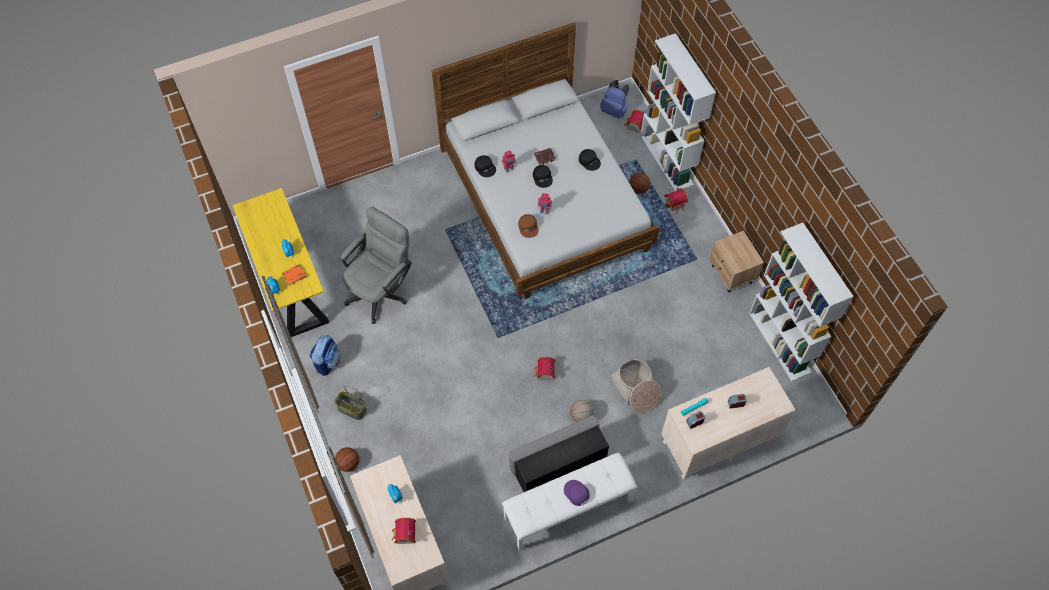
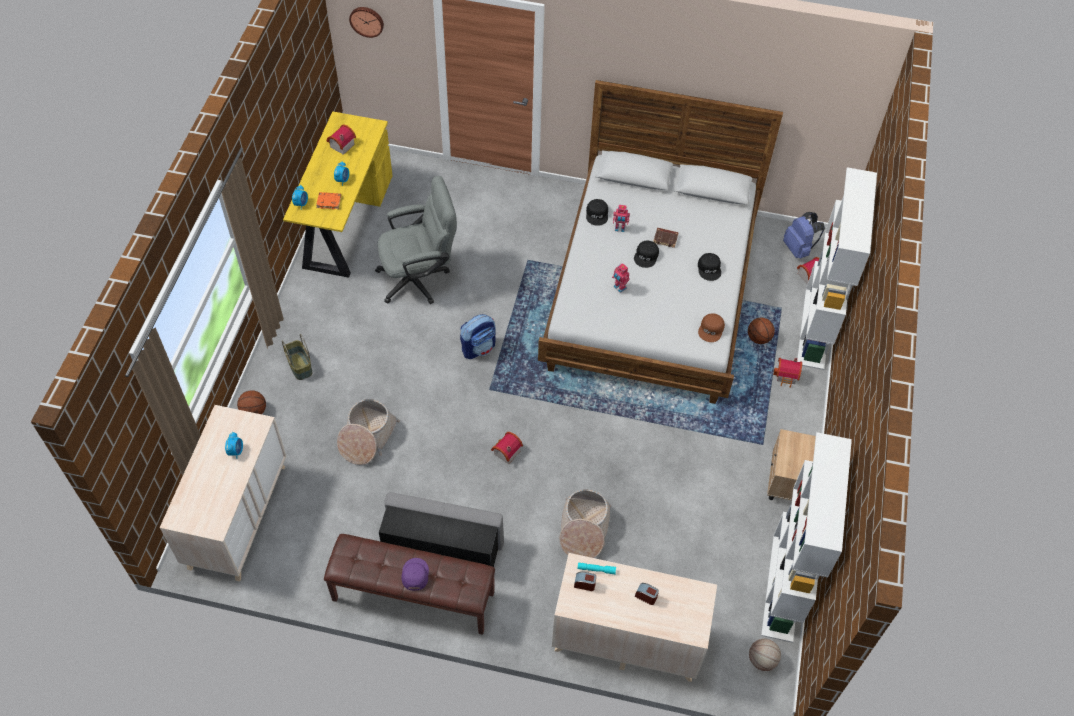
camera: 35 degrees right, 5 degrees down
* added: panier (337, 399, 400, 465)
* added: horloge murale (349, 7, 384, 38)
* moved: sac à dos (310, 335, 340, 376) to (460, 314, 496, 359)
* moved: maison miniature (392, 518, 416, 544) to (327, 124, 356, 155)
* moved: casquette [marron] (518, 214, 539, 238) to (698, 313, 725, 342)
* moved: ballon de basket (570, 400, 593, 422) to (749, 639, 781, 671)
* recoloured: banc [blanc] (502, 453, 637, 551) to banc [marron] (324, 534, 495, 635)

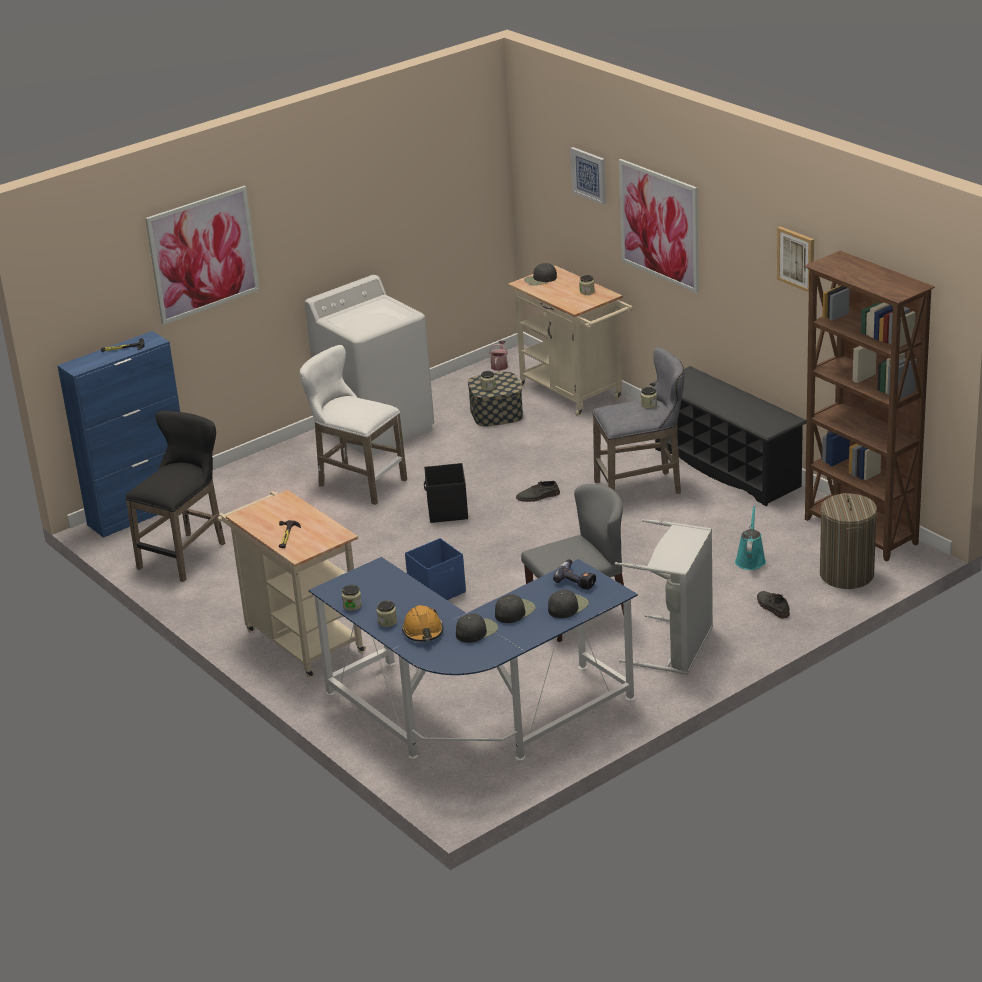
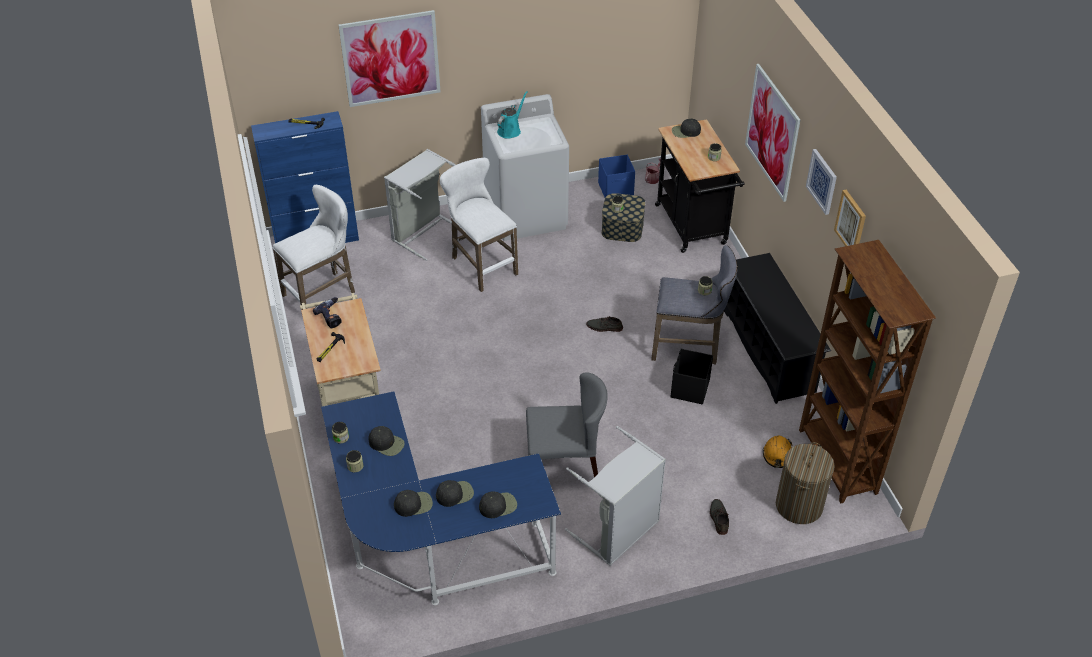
camera: 20 degrees right, 15 degrees up
* added: casquette [noir] (368, 426, 405, 456)
* added: panier à linge [gris] (384, 149, 456, 261)
* moved: casque de chantier [orange] (402, 605, 443, 642) to (763, 435, 792, 468)
* moved: boîte de rangement [bleu] (405, 538, 466, 600) to (598, 155, 635, 197)
* moved: boîte de rangement [noir] (424, 463, 468, 523) to (671, 349, 713, 404)
* moved: perceuse (553, 559, 596, 590) to (313, 297, 342, 329)
* moved: tableau (570, 147, 606, 205) to (806, 149, 837, 215)
* moved: arrosoir [turquoise] (735, 506, 766, 570) to (497, 91, 528, 139)
* recoloured: tabouret [noir] (125, 411, 225, 582) to tabouret [blanc] (273, 184, 355, 310)
* recoloured: chariot [beige] (508, 266, 633, 416) to chariot [noir] (655, 119, 744, 253)

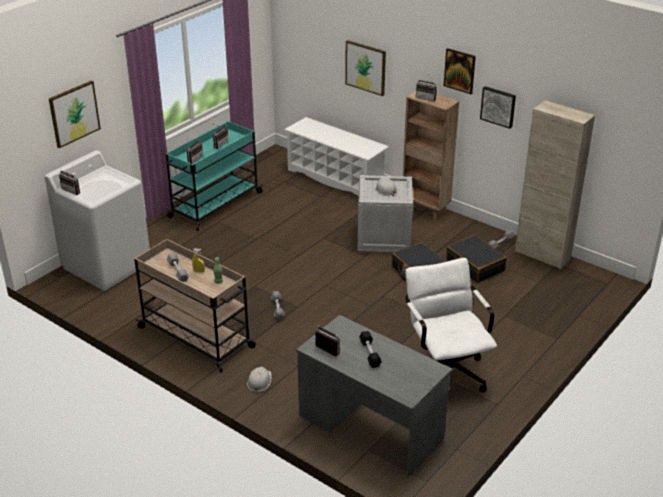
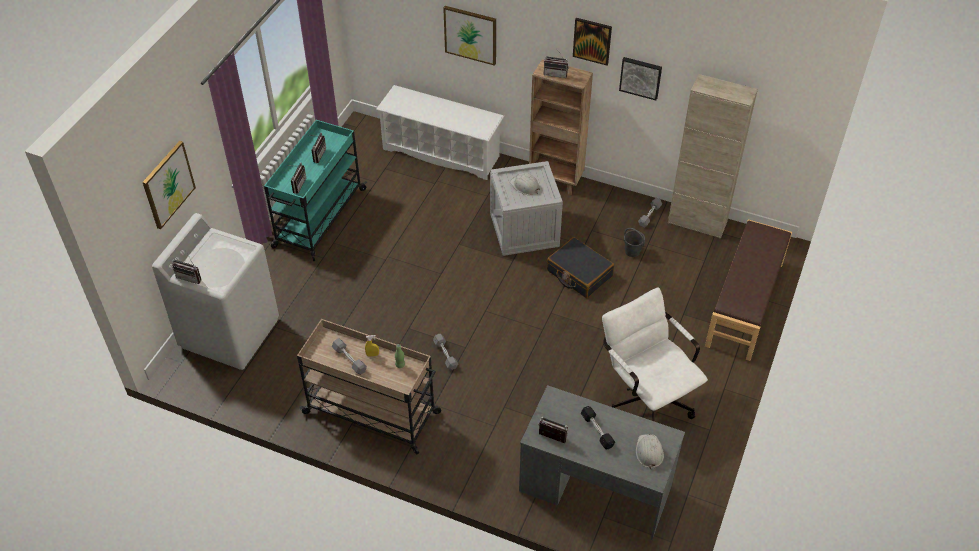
camera: 15 degrees left, 15 degrees up
* added: banc [marron] (705, 219, 792, 361)
* moved: casque de chantier [blanc] (247, 367, 272, 392) to (636, 434, 664, 470)
* replaced: valise [noir] (446, 235, 507, 283) to seau [gris] (624, 228, 645, 257)

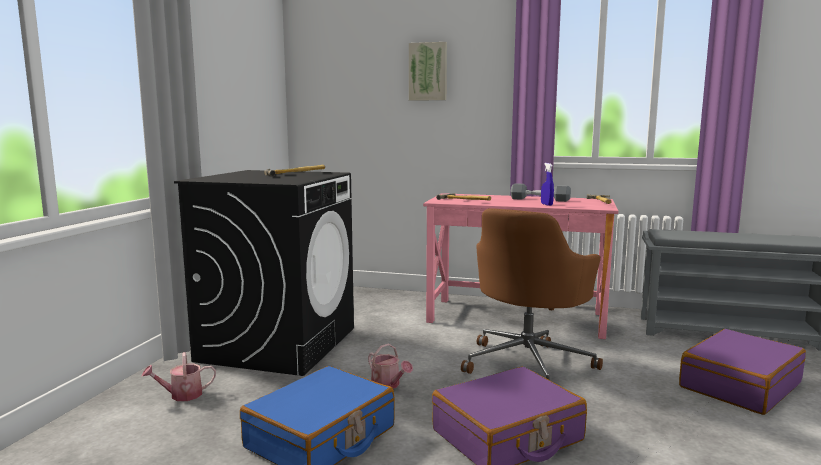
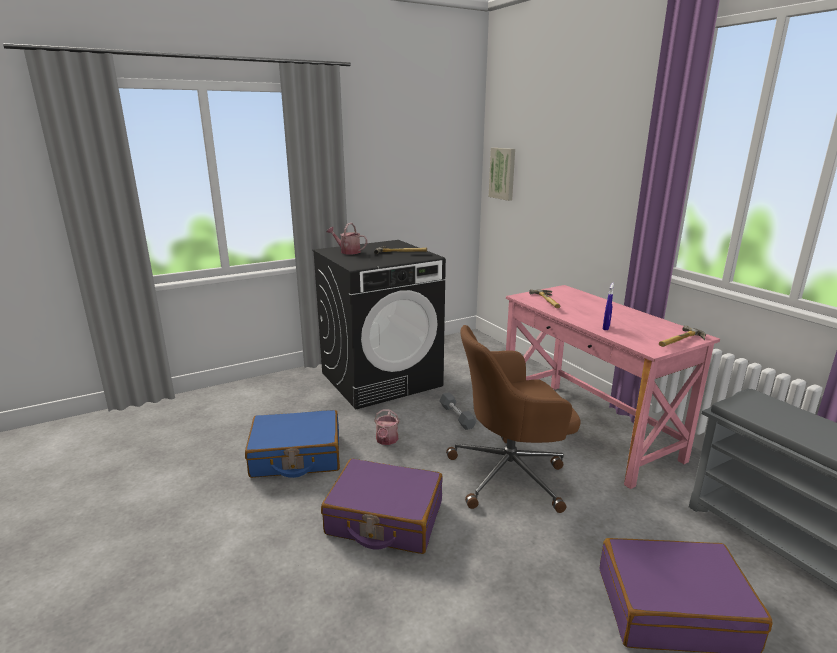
camera: 45 degrees right, 10 degrees up
* moved: arrosoir (141, 352, 216, 401) to (327, 223, 368, 255)
* moved: tableau (409, 42, 447, 101) to (489, 148, 515, 201)
* moved: haltère [gris] (510, 183, 571, 202) to (439, 392, 476, 430)

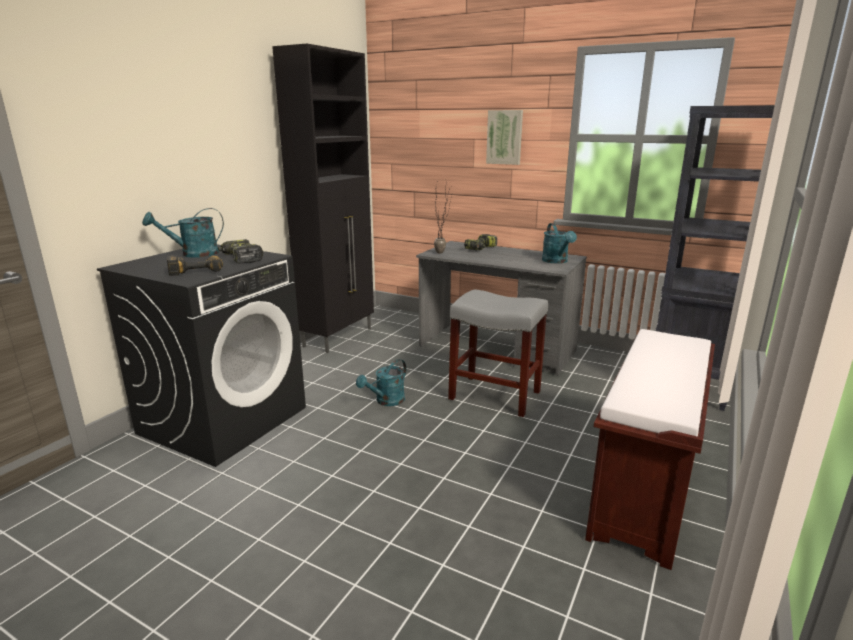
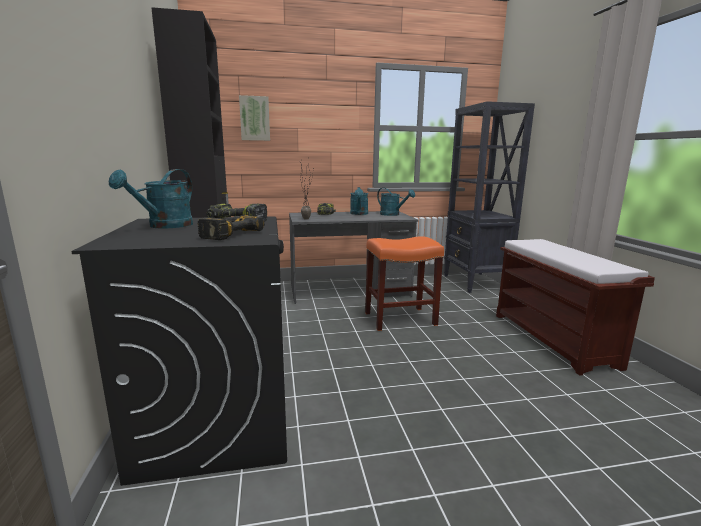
camera: 40 degrees left, 5 degrees down
* moved: arrosoir [turquoise] (356, 359, 406, 406) to (350, 187, 368, 215)
* moved: tableau (486, 110, 523, 165) to (239, 95, 270, 141)
* recoloured: tabouret [gris] (448, 290, 548, 418) to tabouret [orange] (365, 236, 444, 331)

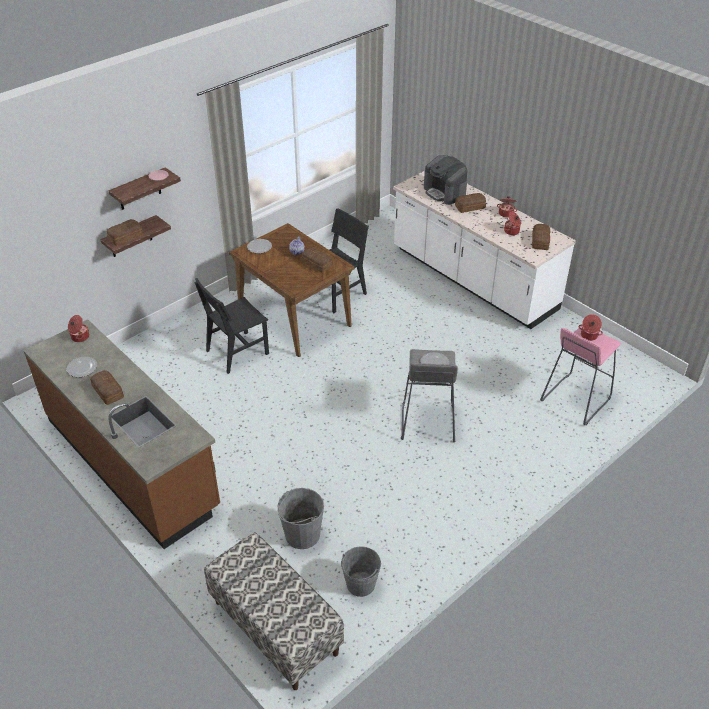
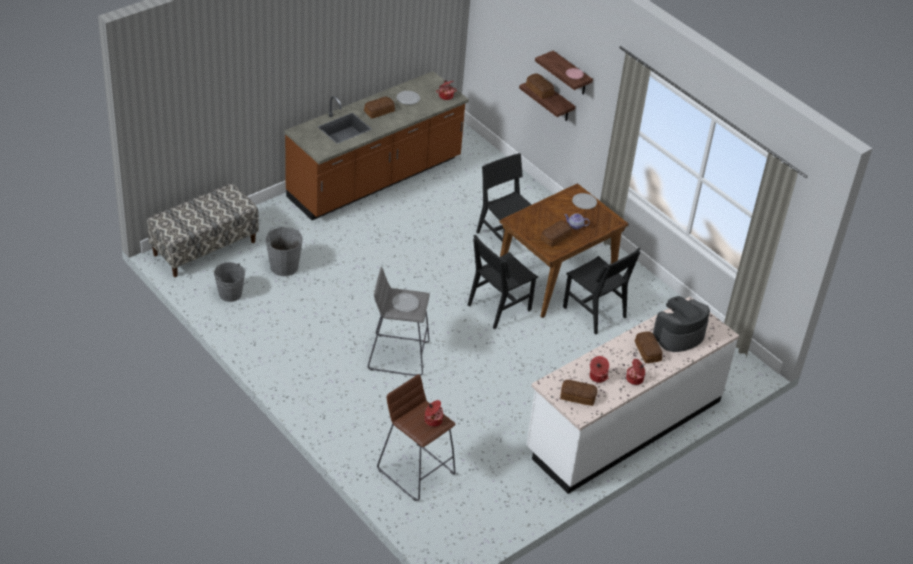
camera: 90 degrees right, 0 degrees up
* added: chaise [noir] (468, 234, 538, 329)
* recoloured: tabouret [rose] (540, 326, 621, 425) to tabouret [marron] (377, 374, 456, 501)

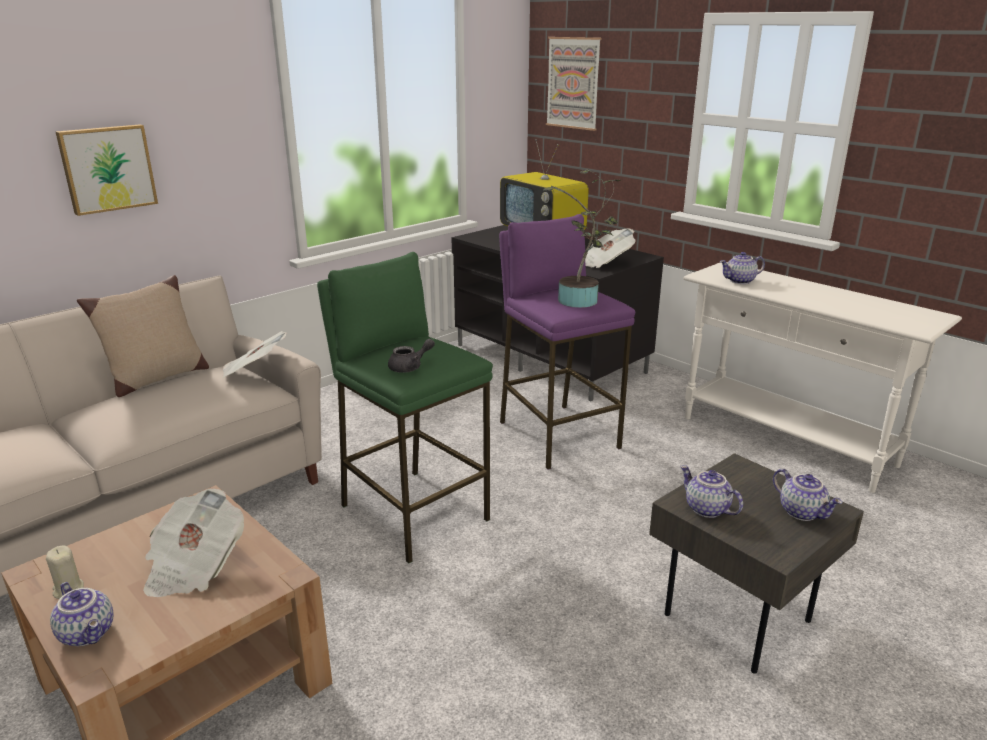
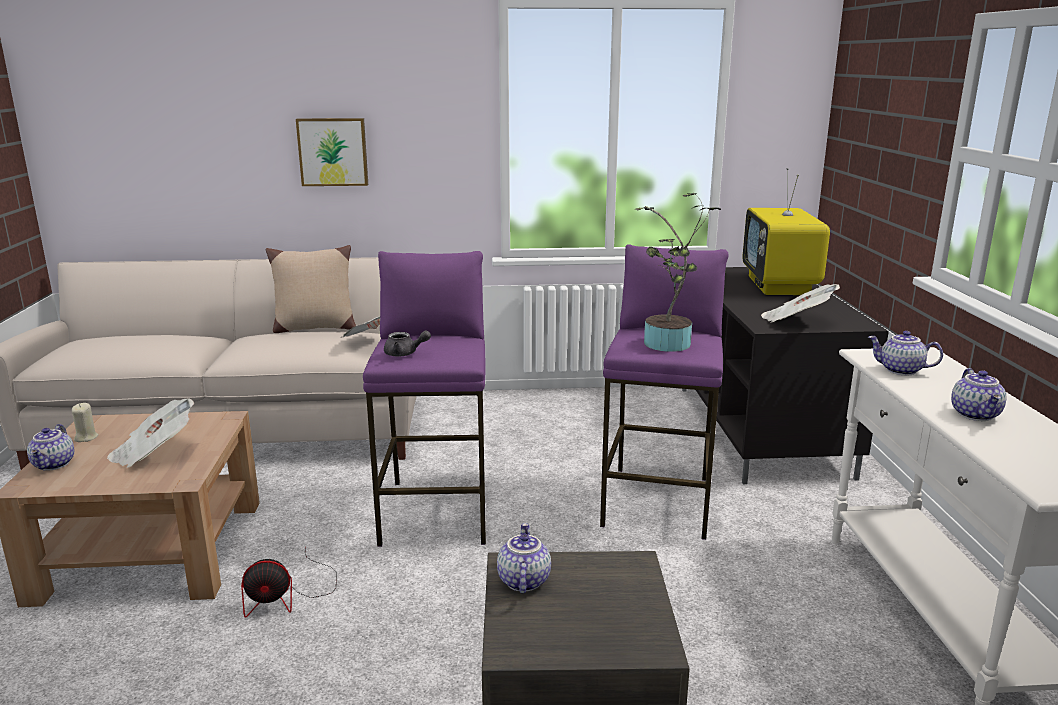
camera: 40 degrees right, 5 degrees down
* removed: tableau (546, 37, 601, 131)
* added: ventilateur (241, 547, 337, 618)
* moved: théière (773, 468, 842, 521) to (951, 368, 1006, 421)
* recoloured: tabouret [vert] (317, 252, 493, 563) to tabouret [violet] (363, 251, 486, 547)

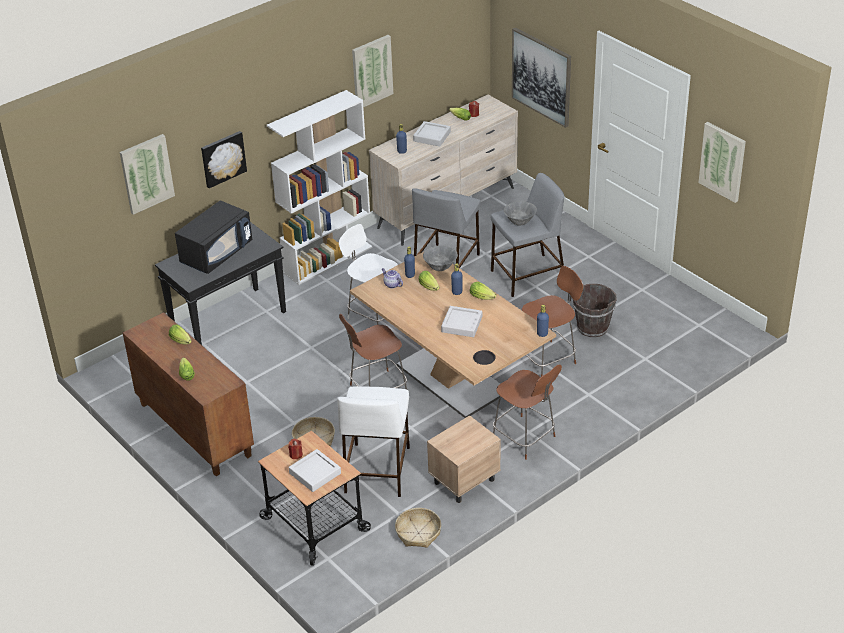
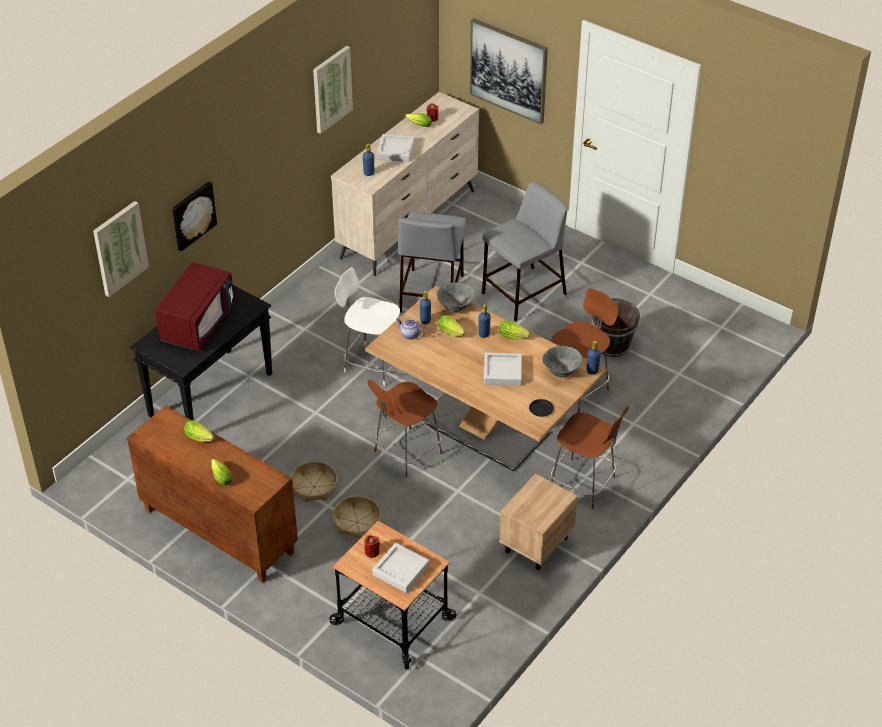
camera: 15 degrees left, 5 degrees up
* removed: bibliothèque [blanc] (267, 90, 372, 285)
* removed: tabouret [blanc] (337, 387, 410, 497)
* removed: tableau (698, 122, 746, 203)
* moved: panier (395, 508, 441, 548) to (290, 461, 337, 502)
* moved: bol [gris] (504, 201, 537, 225) to (542, 346, 582, 377)
* recoloured: micro-ondes [noir] (175, 200, 252, 274) to micro-ondes [rouge] (155, 262, 235, 351)

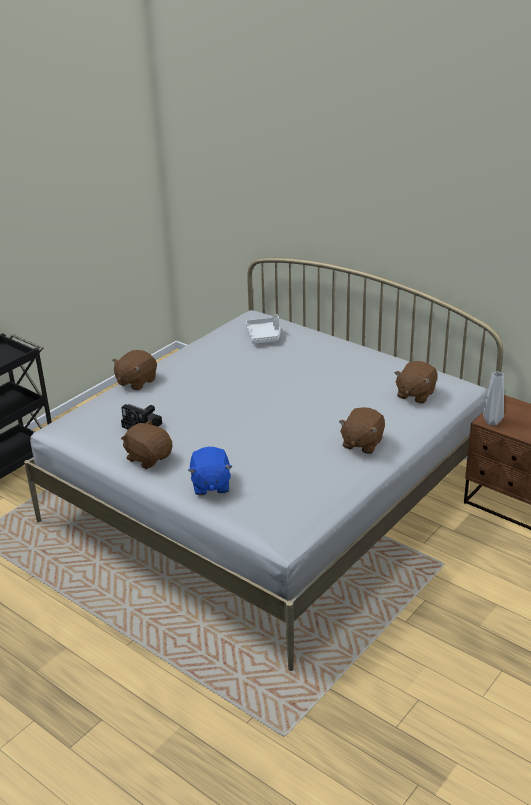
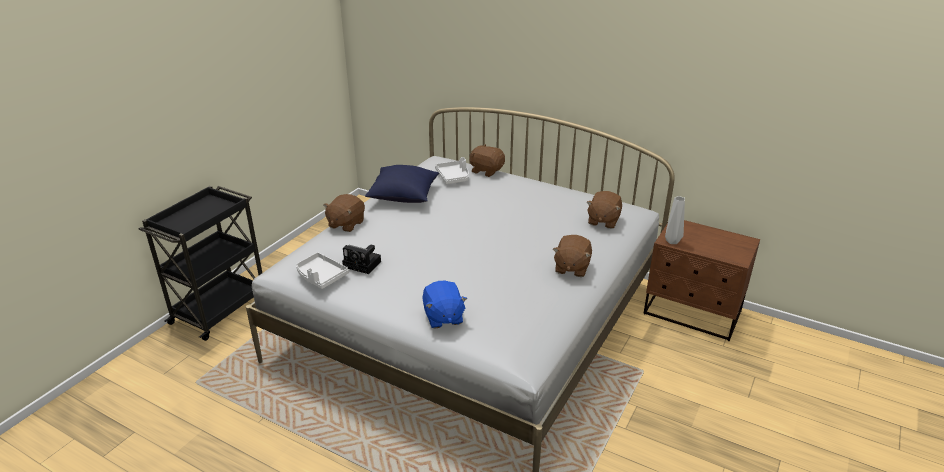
camera: 10 degrees left, 0 degrees up
* added: plateau [blanc] (296, 252, 349, 289)
* added: coussin [bleu] (365, 165, 439, 203)
* moved: peluche [marron] (121, 420, 172, 469) to (469, 144, 505, 177)

